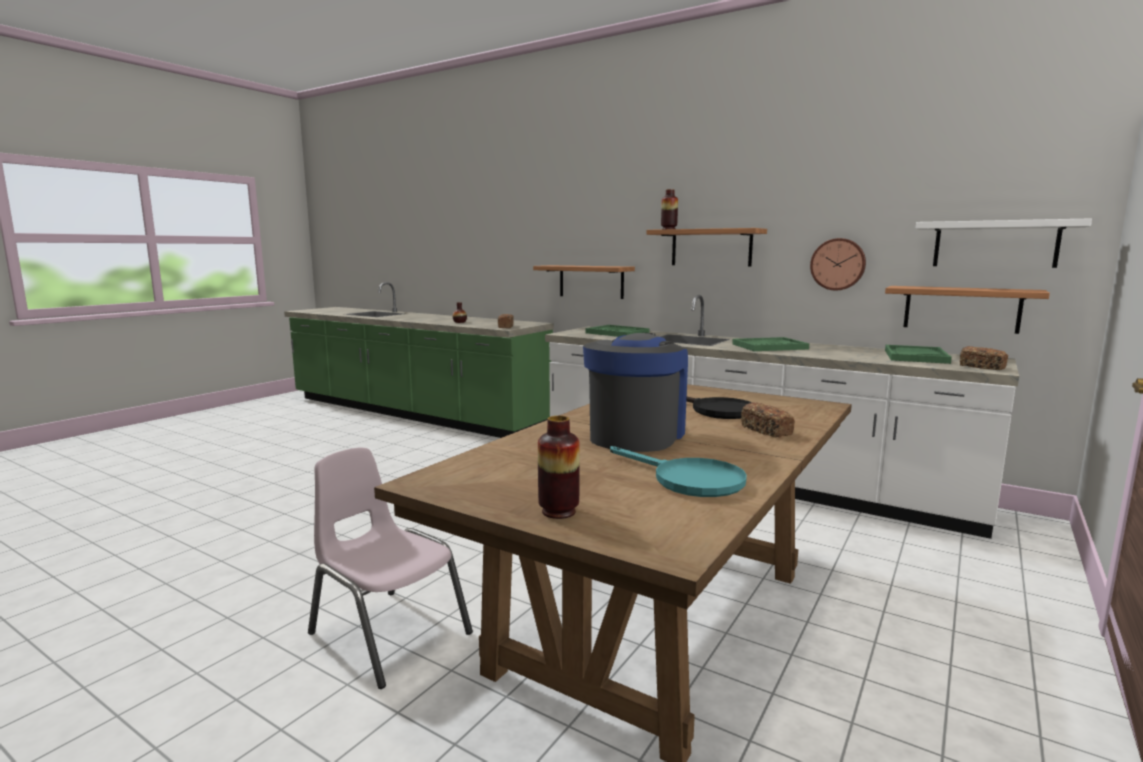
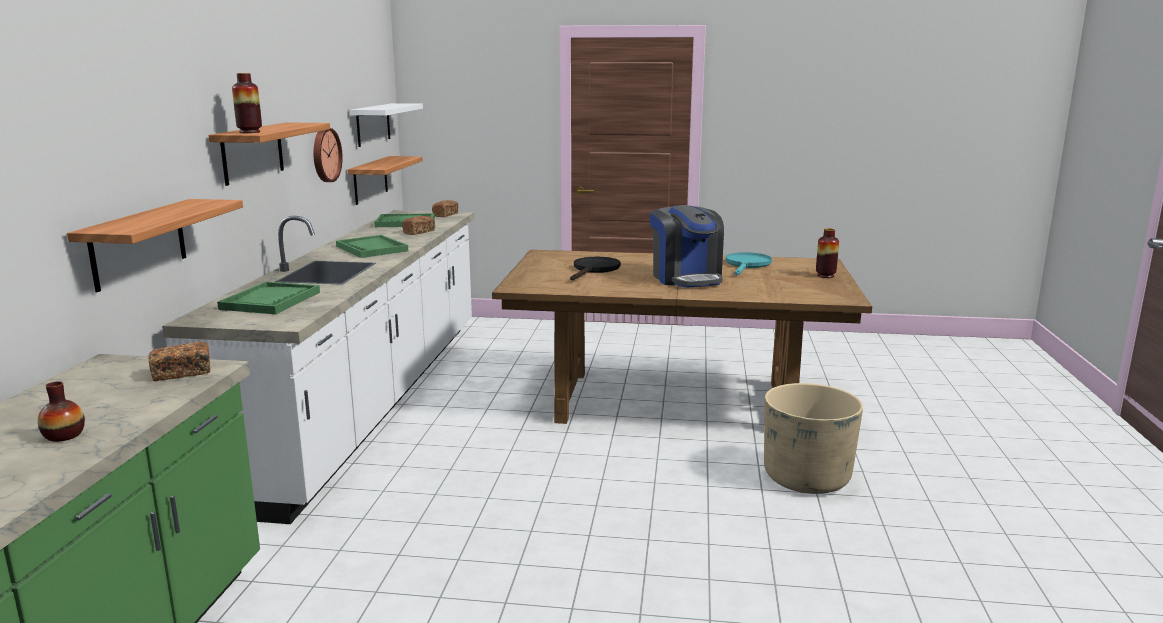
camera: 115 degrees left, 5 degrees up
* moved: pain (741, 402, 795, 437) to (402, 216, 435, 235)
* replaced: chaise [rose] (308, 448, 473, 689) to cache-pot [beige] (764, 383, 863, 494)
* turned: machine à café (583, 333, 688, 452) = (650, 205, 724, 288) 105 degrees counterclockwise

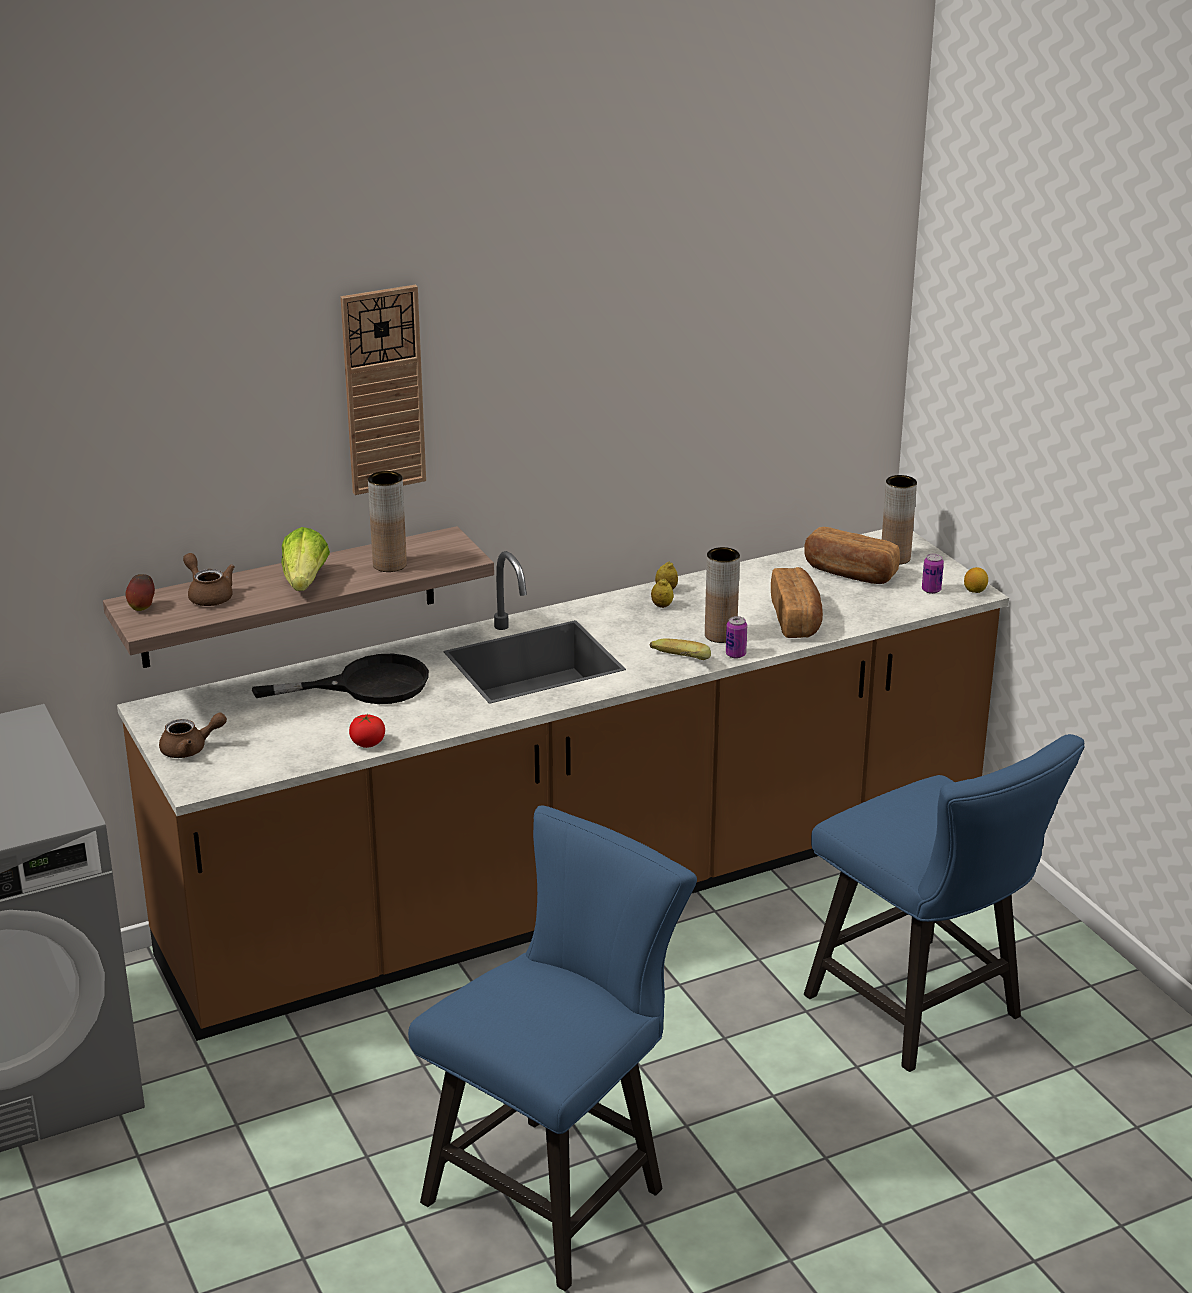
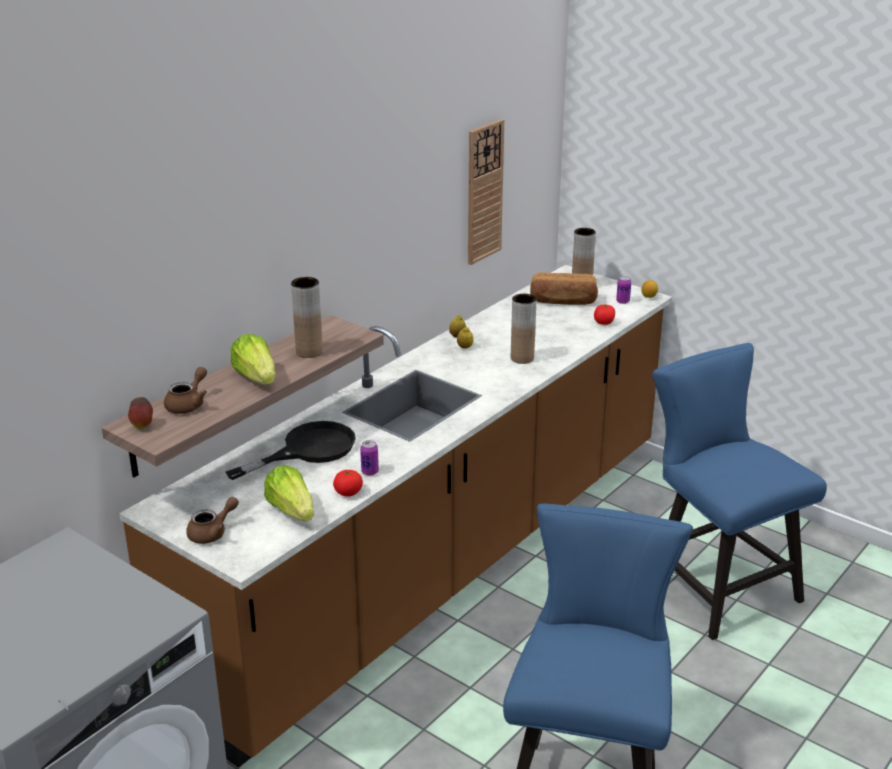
camera: 25 degrees left, 0 degrees up
* removed: banane (650, 638, 711, 660)
* removed: pain (771, 567, 823, 638)
* added: laitue (264, 466, 314, 522)
* added: tomate (594, 305, 615, 325)
* moved: horloge murale (341, 285, 426, 495) to (468, 119, 504, 265)
* moved: boîte métallique (726, 616, 747, 658) to (360, 440, 379, 476)
* turned: théière [marron] (183, 553, 235, 606) = (164, 367, 207, 414) 90 degrees clockwise
* turned: chaise [bleu] (804, 734, 1085, 1072) = (652, 343, 827, 640) 150 degrees counterclockwise

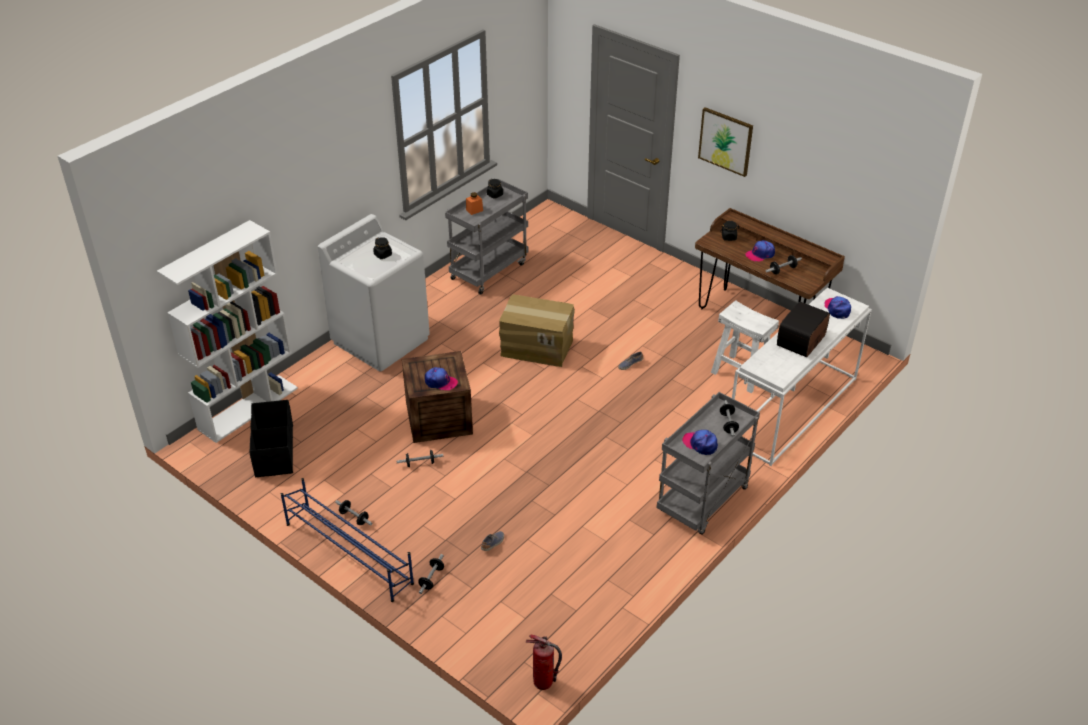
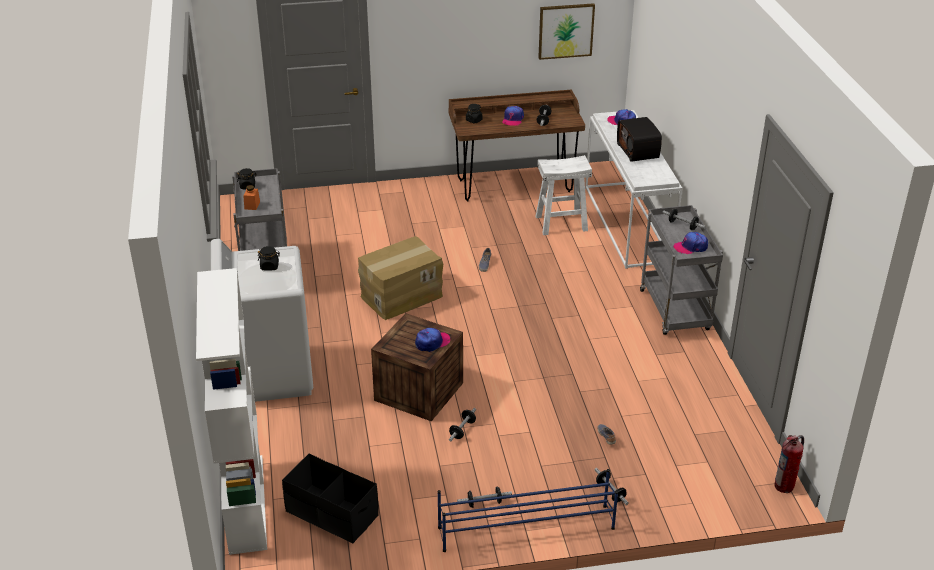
camera: 50 degrees left, 5 degrees down
* moved: tableau (698, 107, 753, 177) to (538, 3, 595, 60)

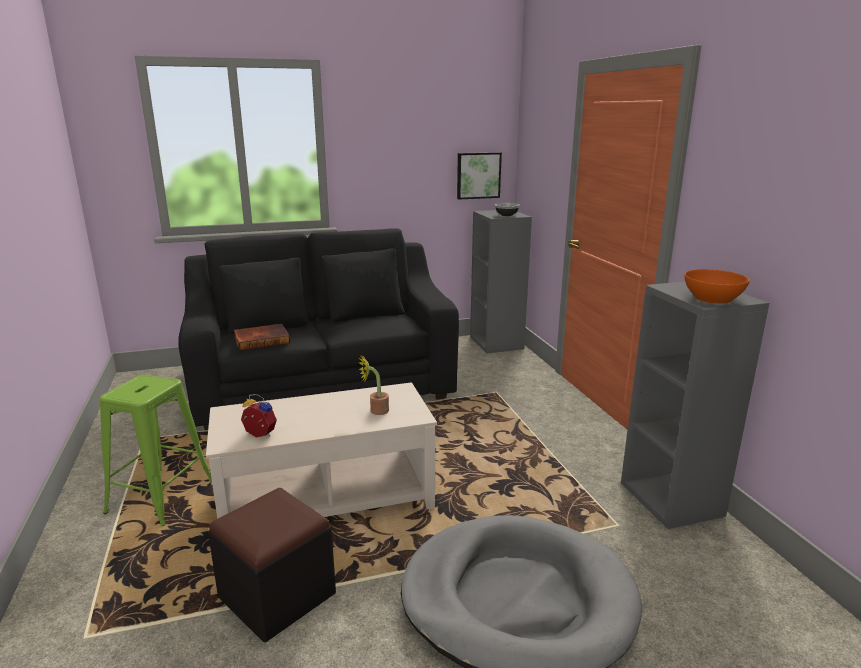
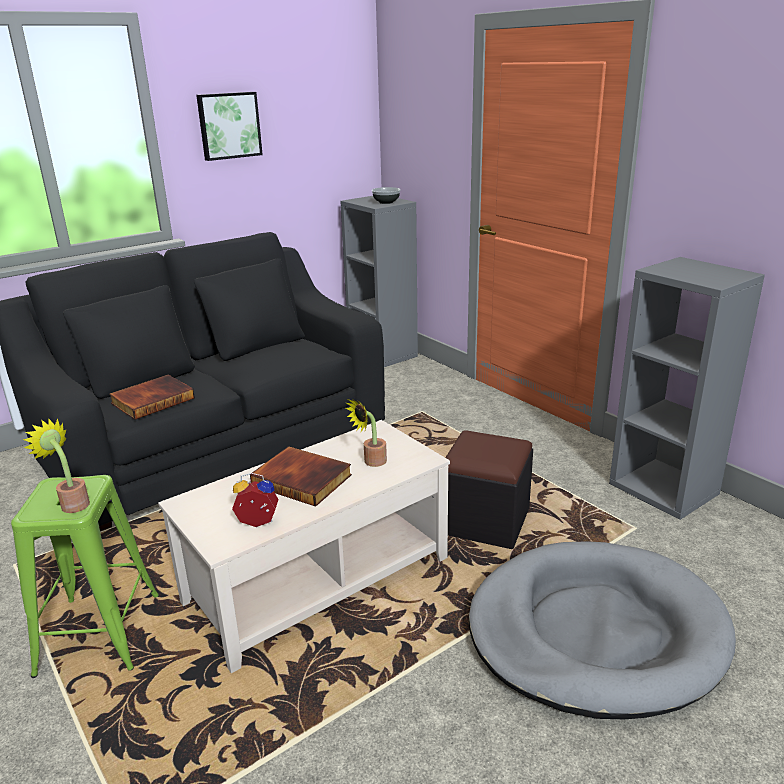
camera: 20 degrees left, 5 degrees up
* removed: bol [orange] (684, 269, 750, 304)
* added: plante en pot (23, 418, 90, 513)
* added: livre (250, 446, 352, 507)
* moved: pouf [noir] (208, 488, 336, 642) to (445, 430, 533, 549)
* moved: tableau (457, 152, 502, 199) to (196, 92, 263, 161)

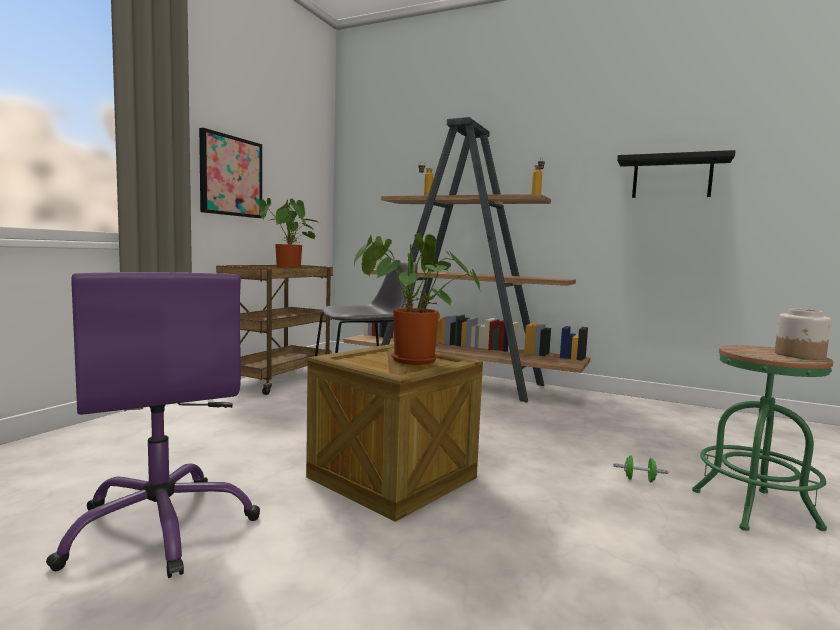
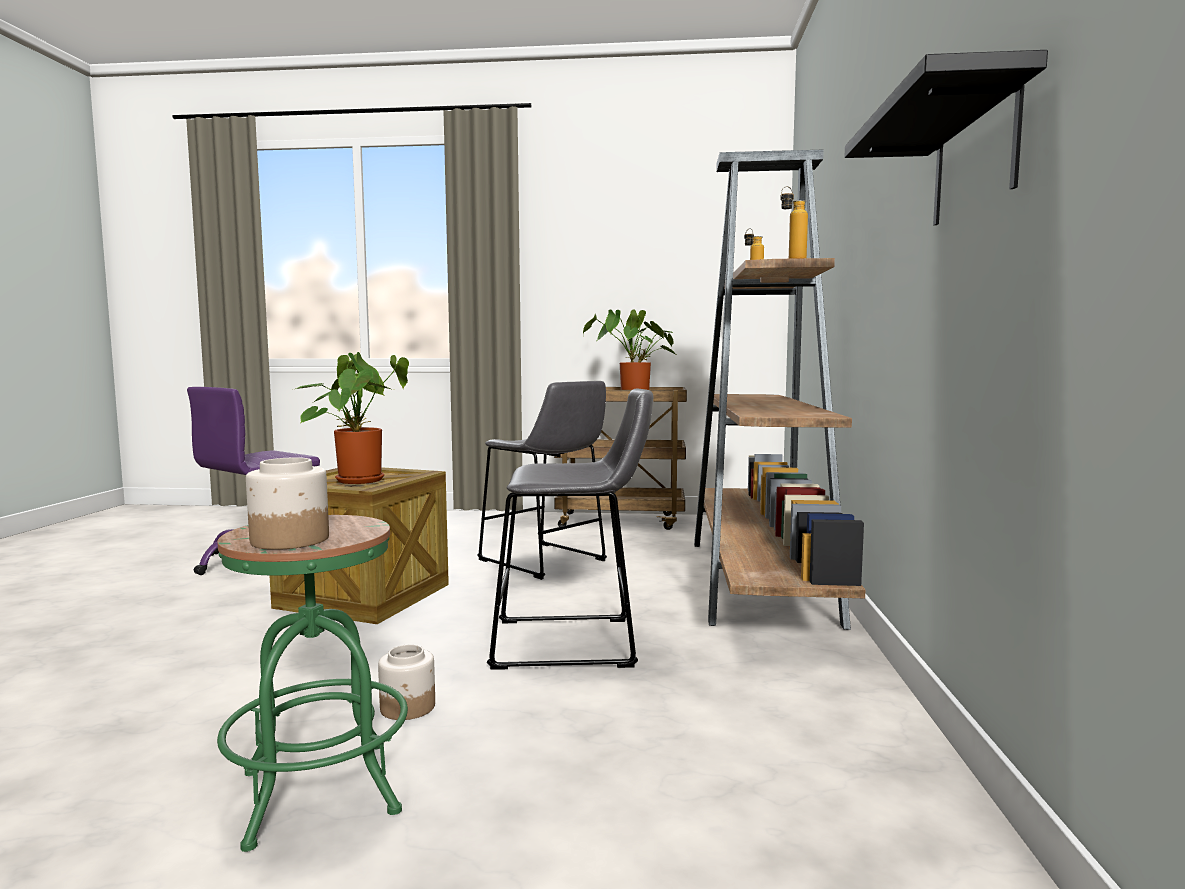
camera: 70 degrees right, 0 degrees up
* removed: tableau (199, 128, 262, 218)
* added: tabouret [gris] (487, 388, 653, 670)
* replaced: haltère [vert] (614, 455, 668, 482) to bocal (378, 645, 435, 720)

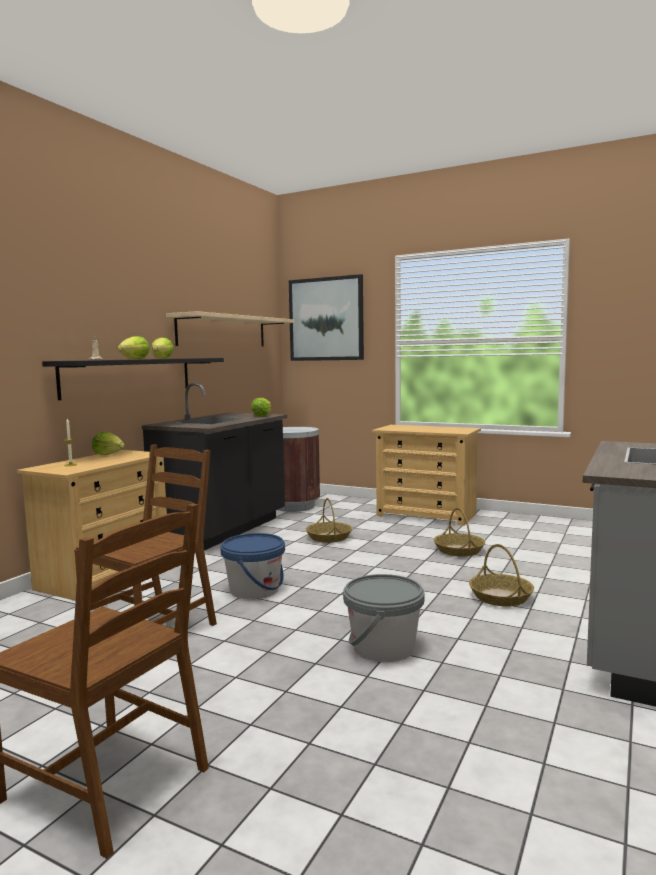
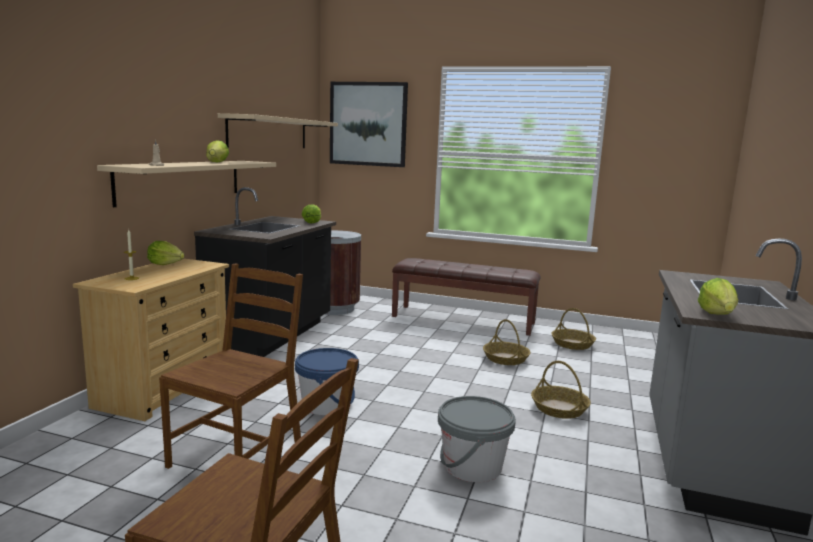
camera: 10 degrees left, 5 degrees up
* moved: laitue (118, 336, 150, 359) to (697, 278, 738, 315)
* moved: panier (306, 498, 352, 543) to (551, 308, 596, 350)
* replaced: commode [beige] (372, 425, 481, 526) to banc [marron] (392, 258, 541, 336)
* recoloured: étagère [noir] (42, 358, 224, 400) to étagère [beige] (97, 161, 276, 207)

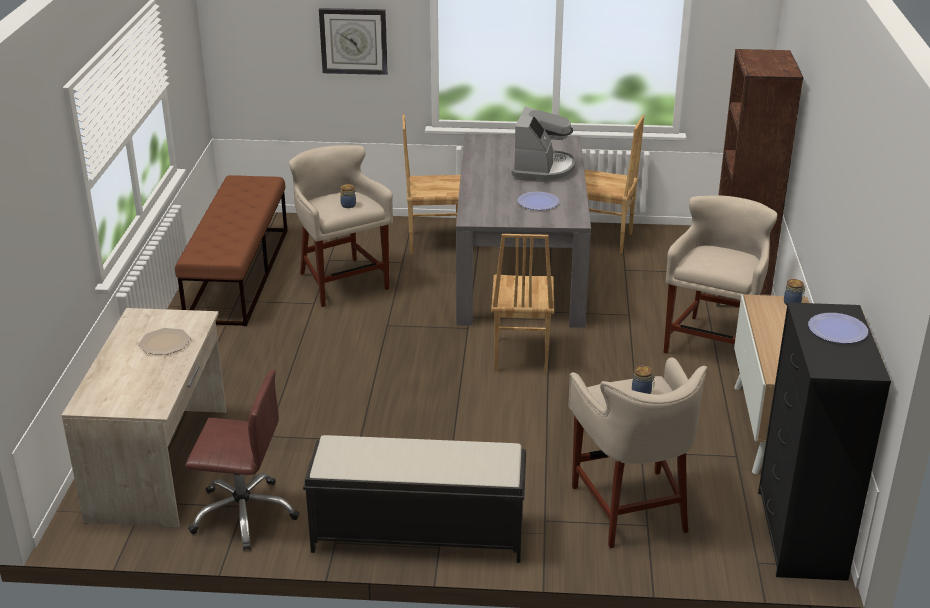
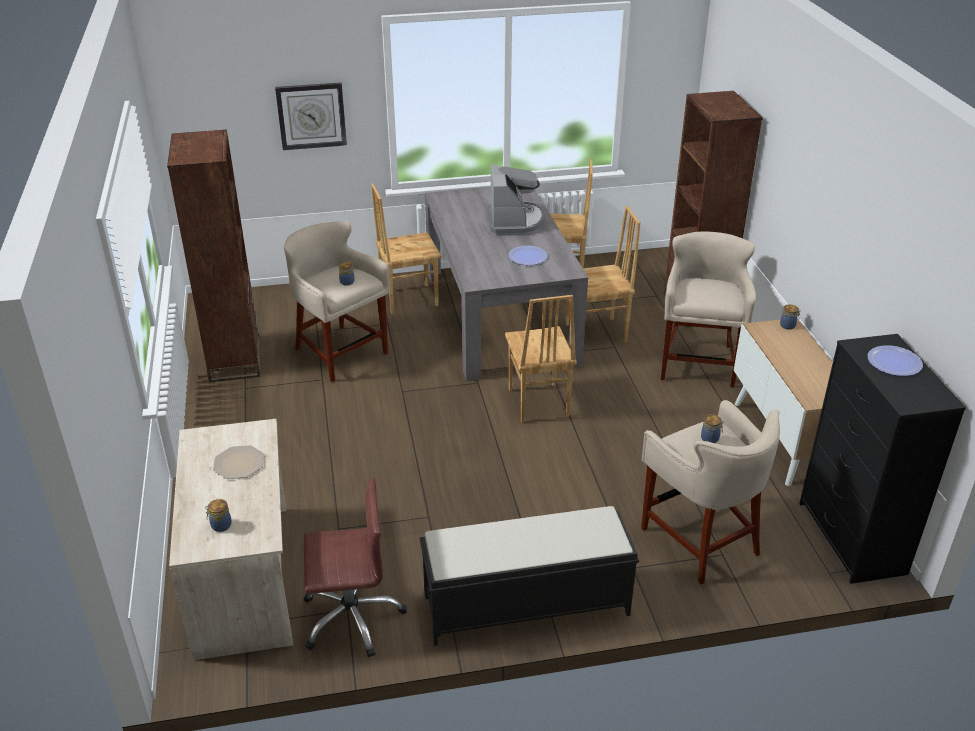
camera: 15 degrees left, 5 degrees up
* added: bocal (205, 499, 232, 532)
* added: chaise [marron] (566, 206, 640, 342)
* replaced: banc [marron] (175, 175, 288, 326) to bibliothèque [marron] (167, 129, 260, 382)

